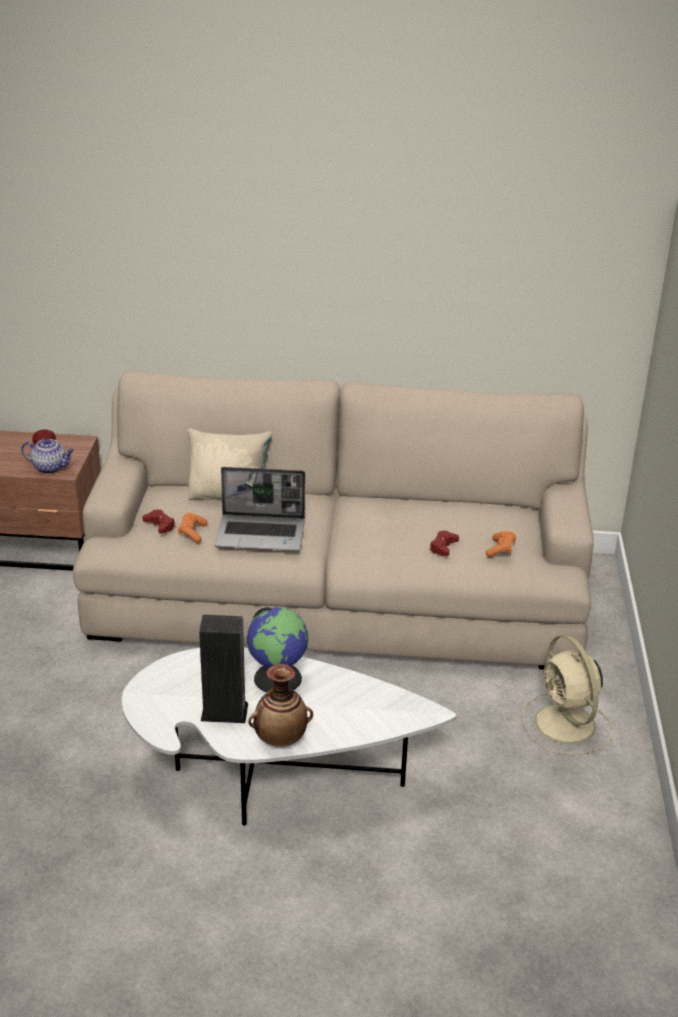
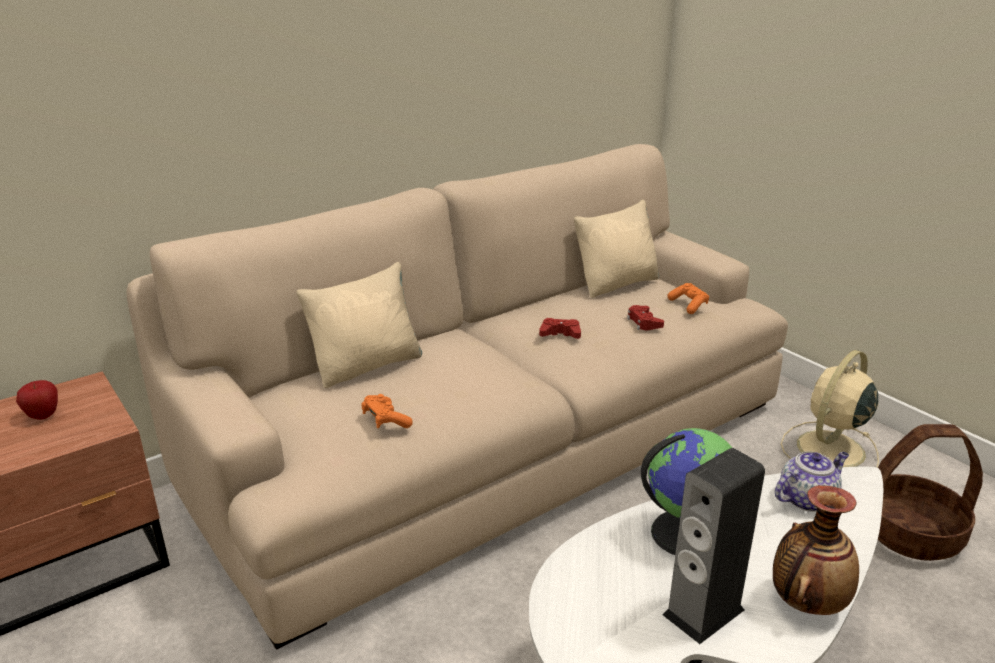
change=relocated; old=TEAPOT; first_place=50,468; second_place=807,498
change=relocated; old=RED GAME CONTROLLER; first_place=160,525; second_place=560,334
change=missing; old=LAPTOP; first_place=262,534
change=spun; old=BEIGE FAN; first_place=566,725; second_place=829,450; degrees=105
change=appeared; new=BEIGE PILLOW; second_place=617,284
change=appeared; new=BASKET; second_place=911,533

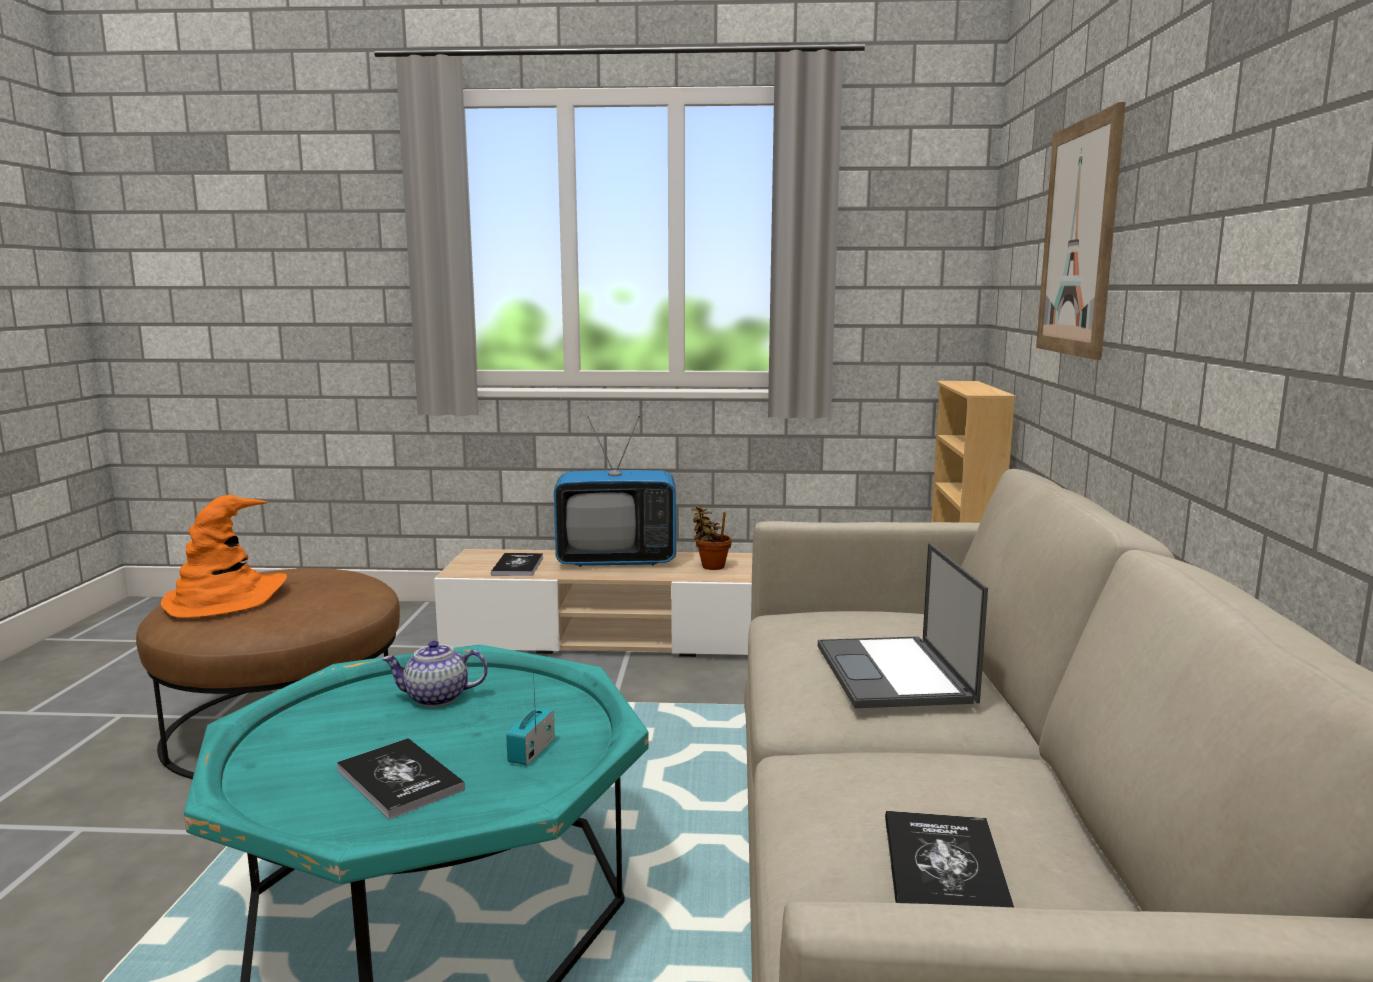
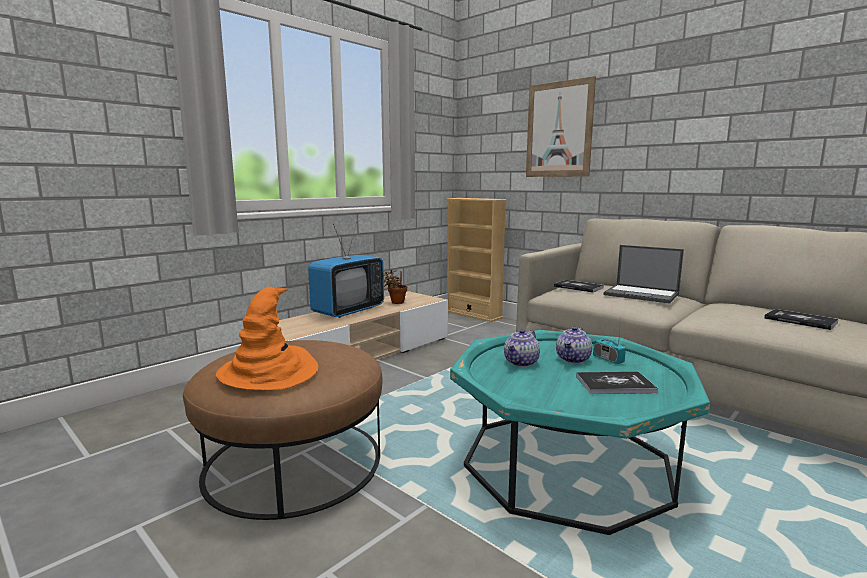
change=relocated; old=BOOK; first_place=517,566; second_place=578,287
change=appeared; new=TEAPOT; second_place=573,359

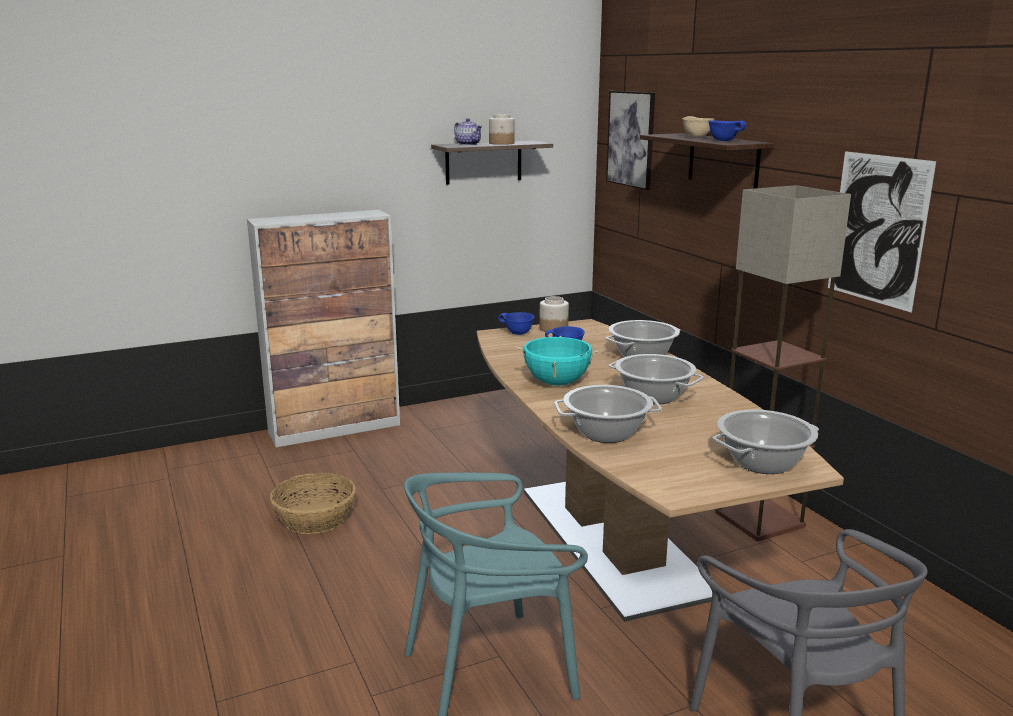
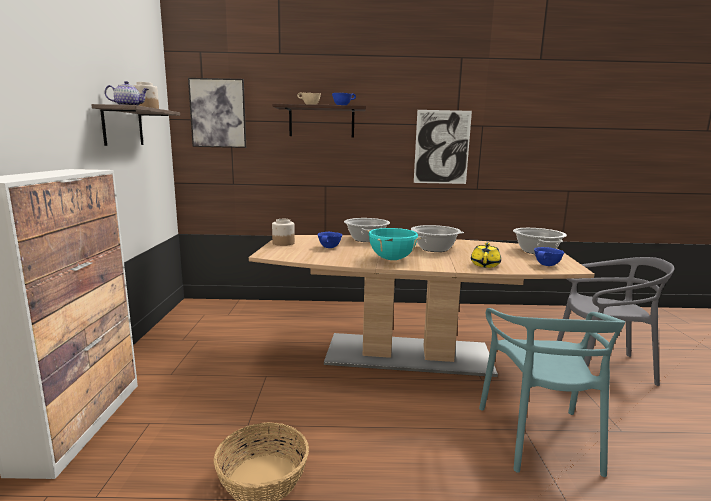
change=relocated; old=BLUE BOWL; first_place=517,333; second_place=547,265
change=exchanged; old=COOKING POT; new=YELLOW TEAPOT; first_place=606,433; second_place=485,265
change=missing; old=FLOOR LAMP; first_place=761,519

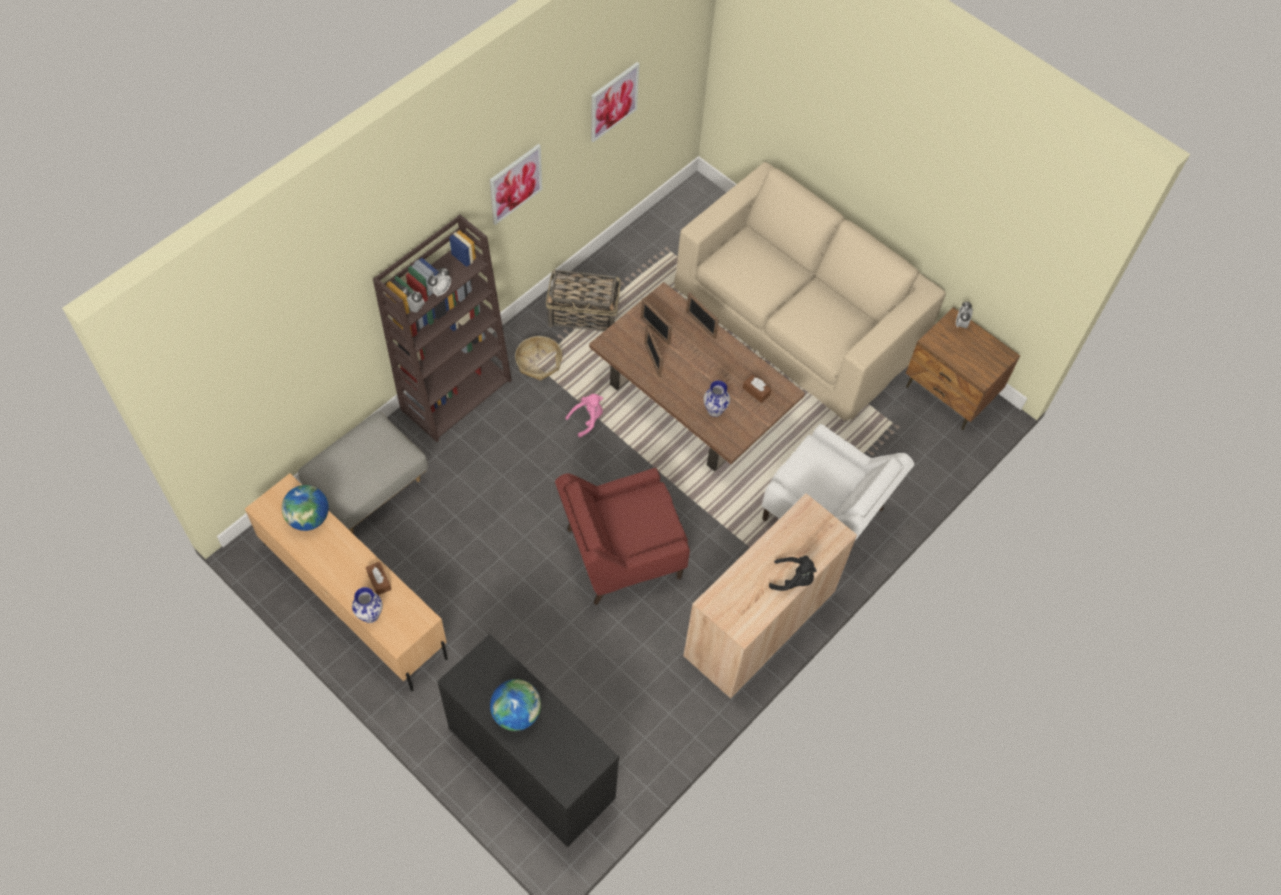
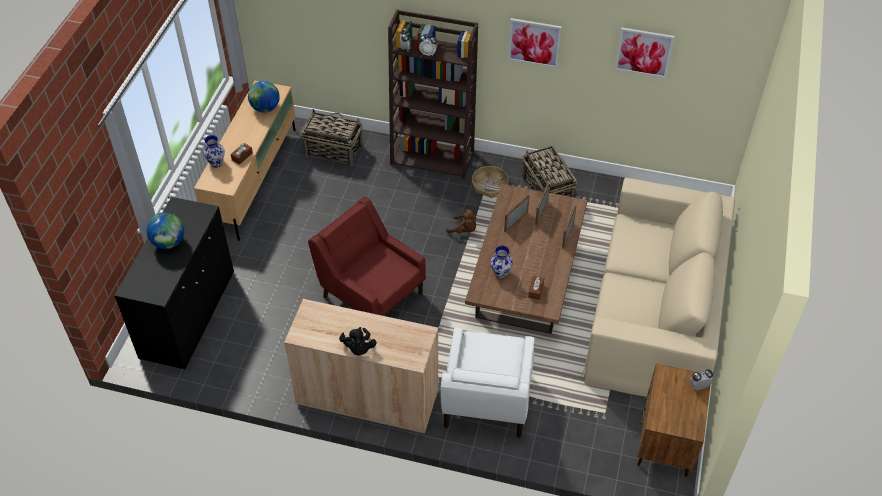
change=exchanged; old=GREY OTTOMAN; new=BASKET; first_place=368,490; second_place=333,150
change=colour; old=PINK PLUSH TOY; new=BROWN PLUSH TOY; first_place=587,419; second_place=464,230

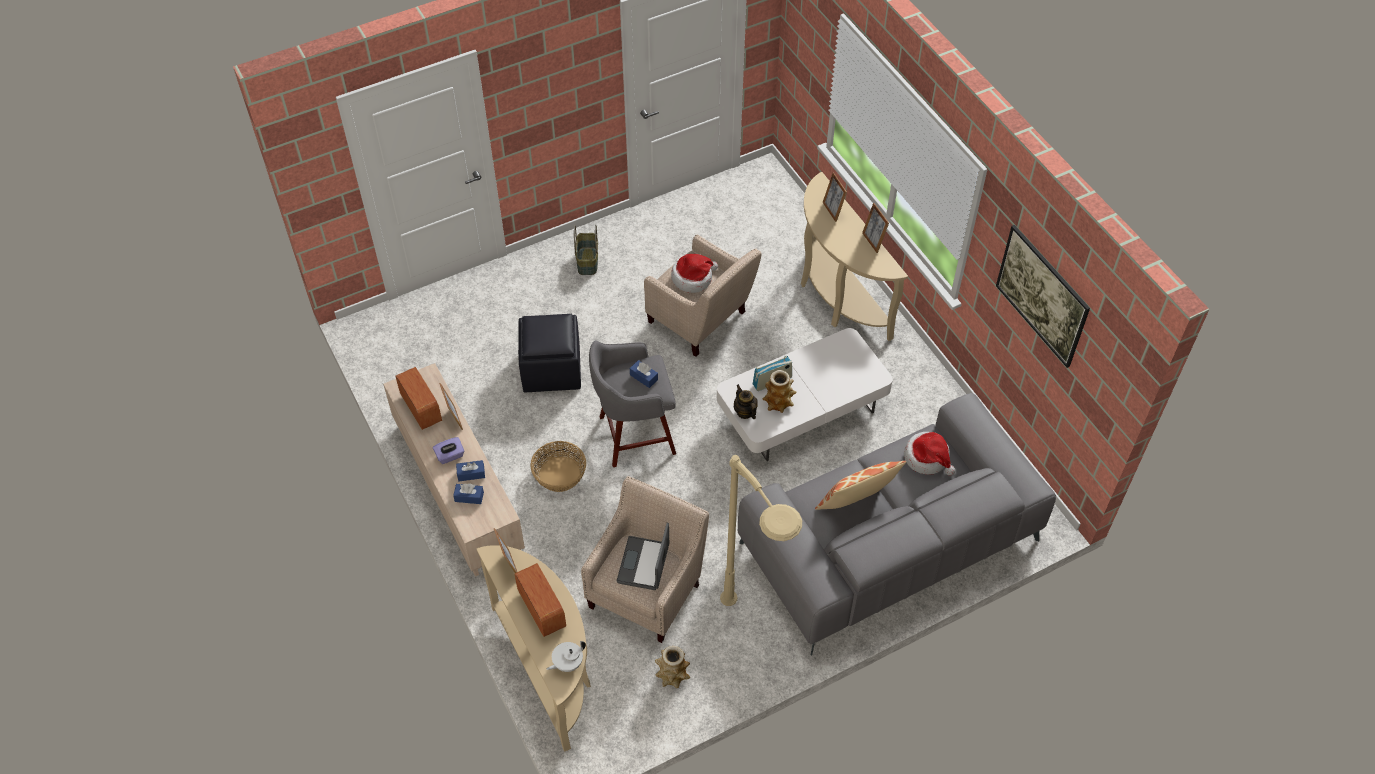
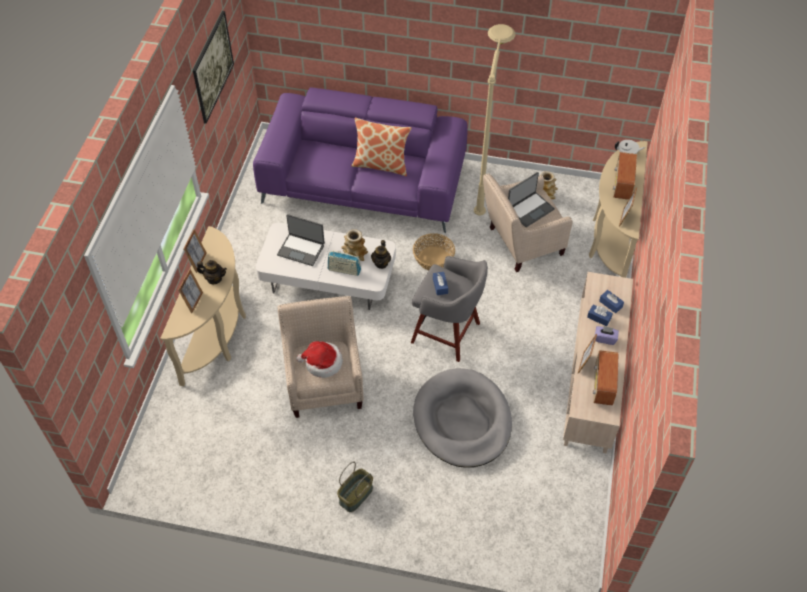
change=exchanged; old=BLACK OTTOMAN; new=GREY DOG BED; first_place=551,369; second_place=462,420
change=relocated; old=BASKET; first_place=560,475; second_place=433,258
change=colour; old=GREY SOFA; new=PURPLE SOFA; first_place=888,542; second_place=364,182
change=missing; old=HAT; first_place=927,458
change=appeared; new=TEAPOT; second_place=214,278
change=appeared; new=LAPTOP; second_place=301,249

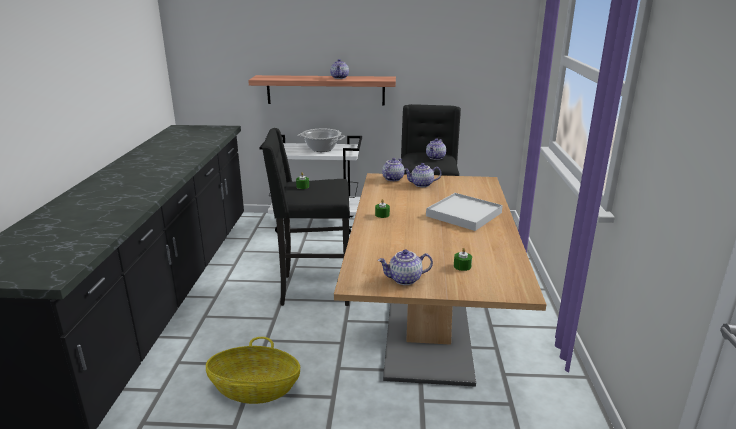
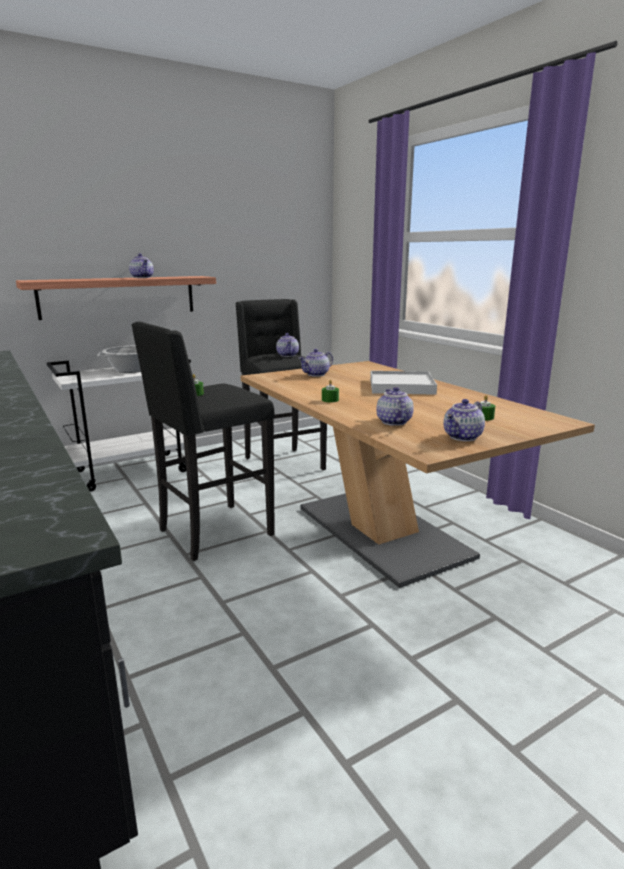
change=missing; old=BASKET; first_place=255,389
change=relocated; old=TEAPOT; first_place=392,178; second_place=393,422

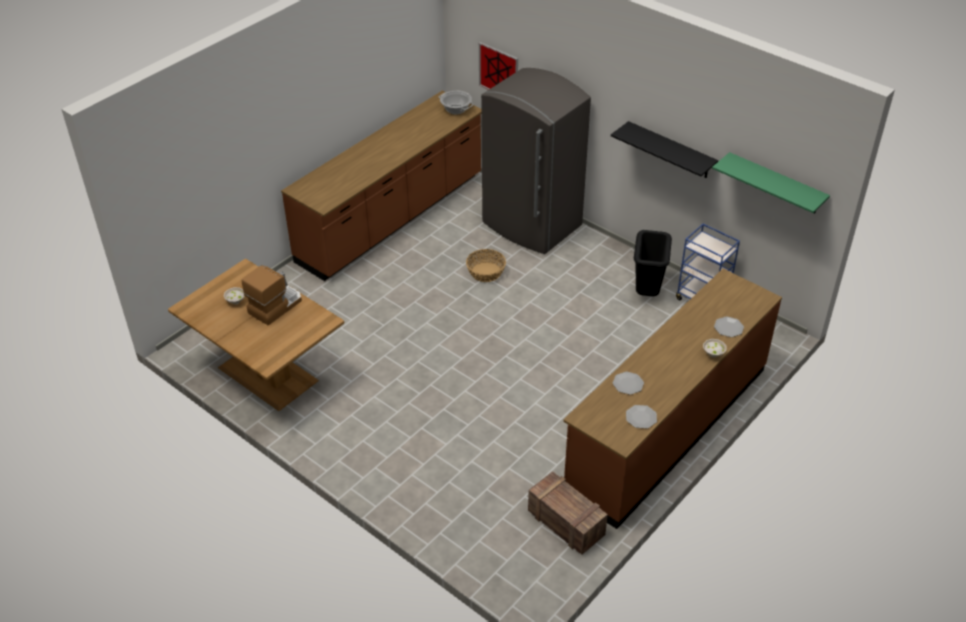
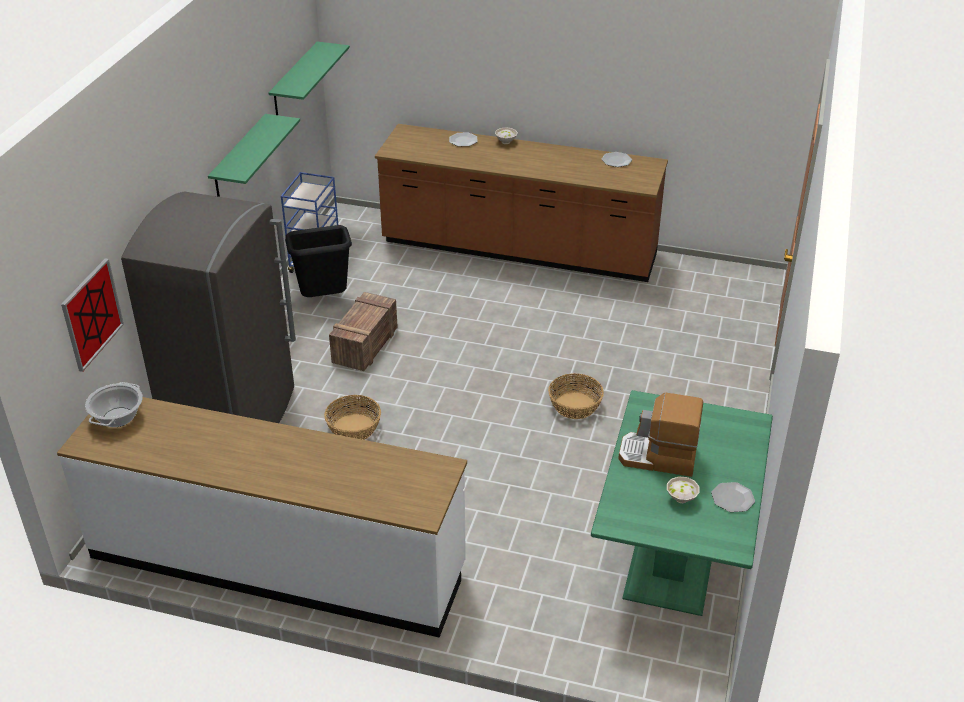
change=colour; old=BROWN DINING TABLE; new=GREEN DINING TABLE; first_place=267,375; second_place=674,558
change=colour; old=BROWN COUNTER; new=WHITE COUNTER; first_place=392,219; second_place=277,562
change=relocated; old=CRATE; first_place=567,523; second_place=365,344
change=colour; old=BLACK SHELF; new=GREEN SHELF; first_place=671,150; second_place=239,157
change=relocated; old=PLATE; first_place=628,384; second_place=732,498
change=appeared; new=BASKET; second_place=574,405

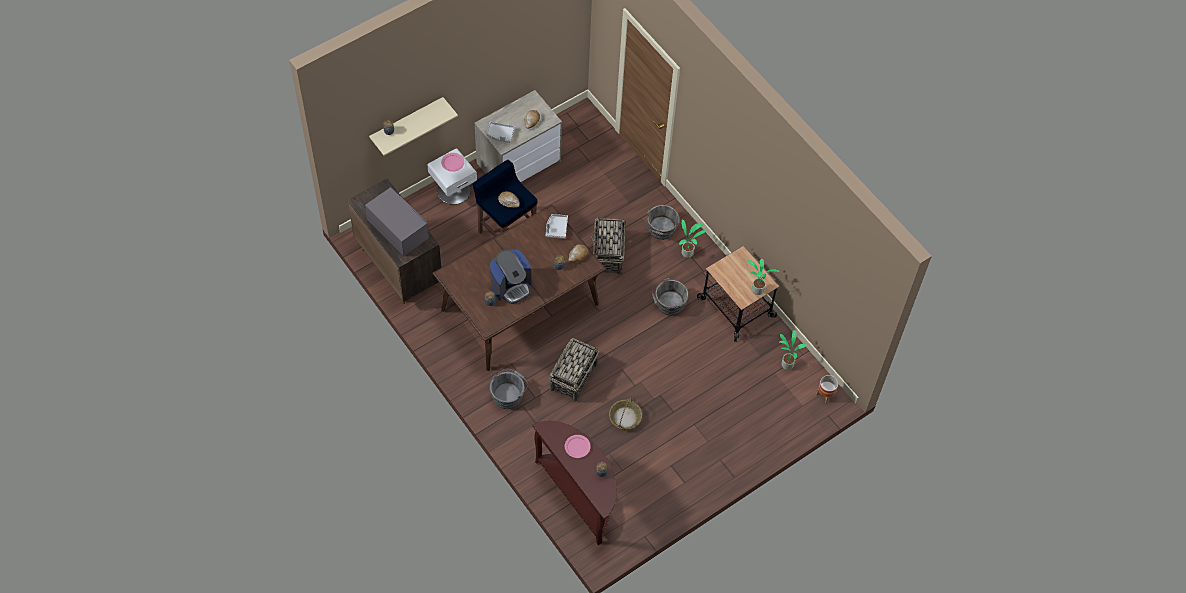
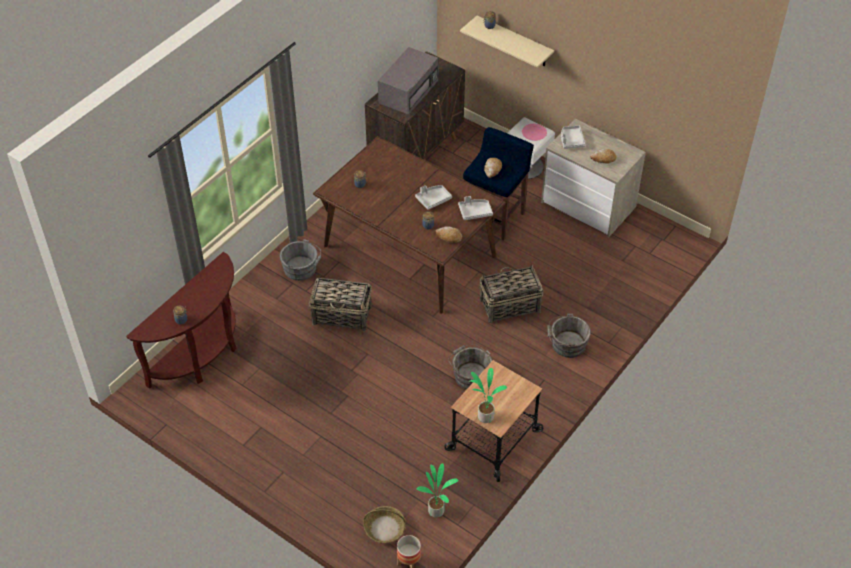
change=missing; old=COFFEE MACHINE; first_place=511,286
change=missing; old=PINK PLATE; first_place=577,446
change=relocated; old=BASKET; first_place=625,417; second_place=384,528
change=missing; old=POTTED PLANT; first_place=688,253
change=appeared; new=GREY TRAY; second_place=433,199

